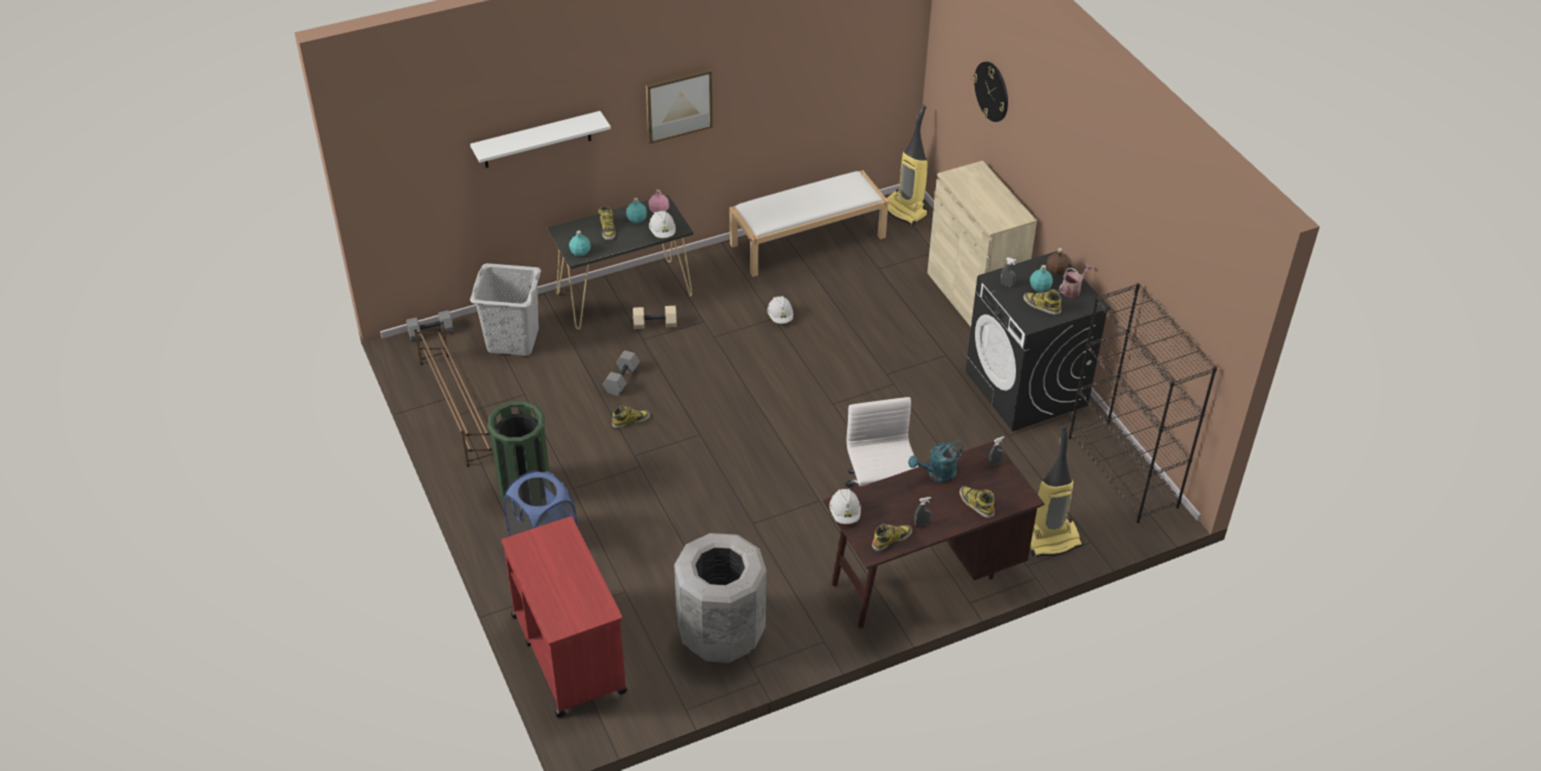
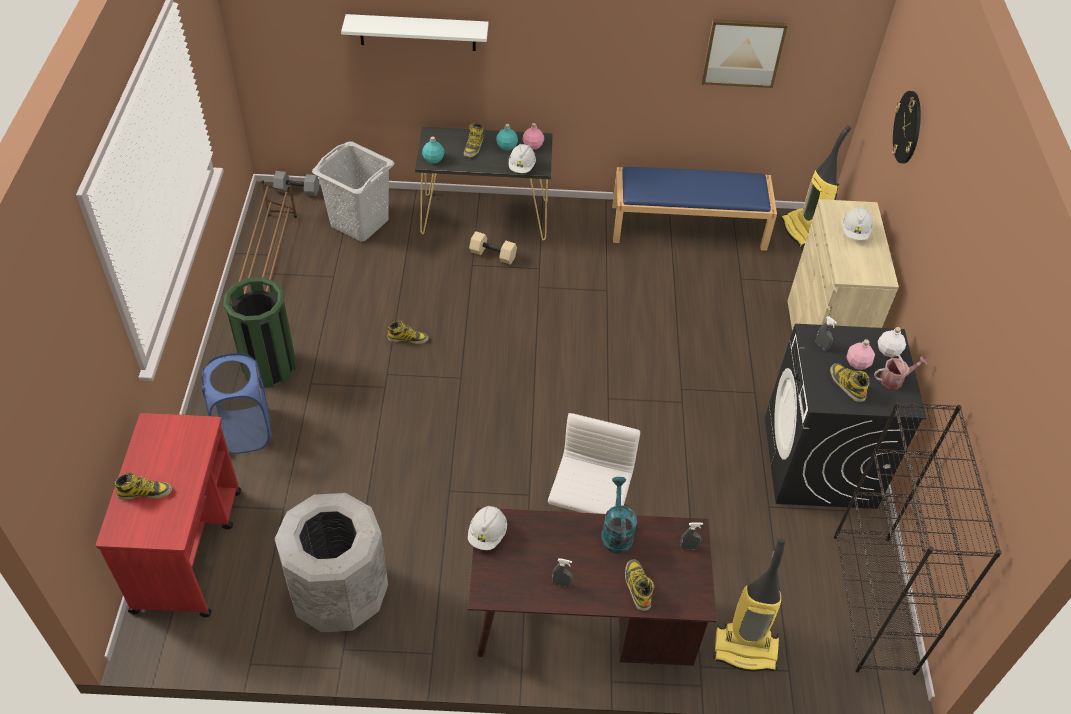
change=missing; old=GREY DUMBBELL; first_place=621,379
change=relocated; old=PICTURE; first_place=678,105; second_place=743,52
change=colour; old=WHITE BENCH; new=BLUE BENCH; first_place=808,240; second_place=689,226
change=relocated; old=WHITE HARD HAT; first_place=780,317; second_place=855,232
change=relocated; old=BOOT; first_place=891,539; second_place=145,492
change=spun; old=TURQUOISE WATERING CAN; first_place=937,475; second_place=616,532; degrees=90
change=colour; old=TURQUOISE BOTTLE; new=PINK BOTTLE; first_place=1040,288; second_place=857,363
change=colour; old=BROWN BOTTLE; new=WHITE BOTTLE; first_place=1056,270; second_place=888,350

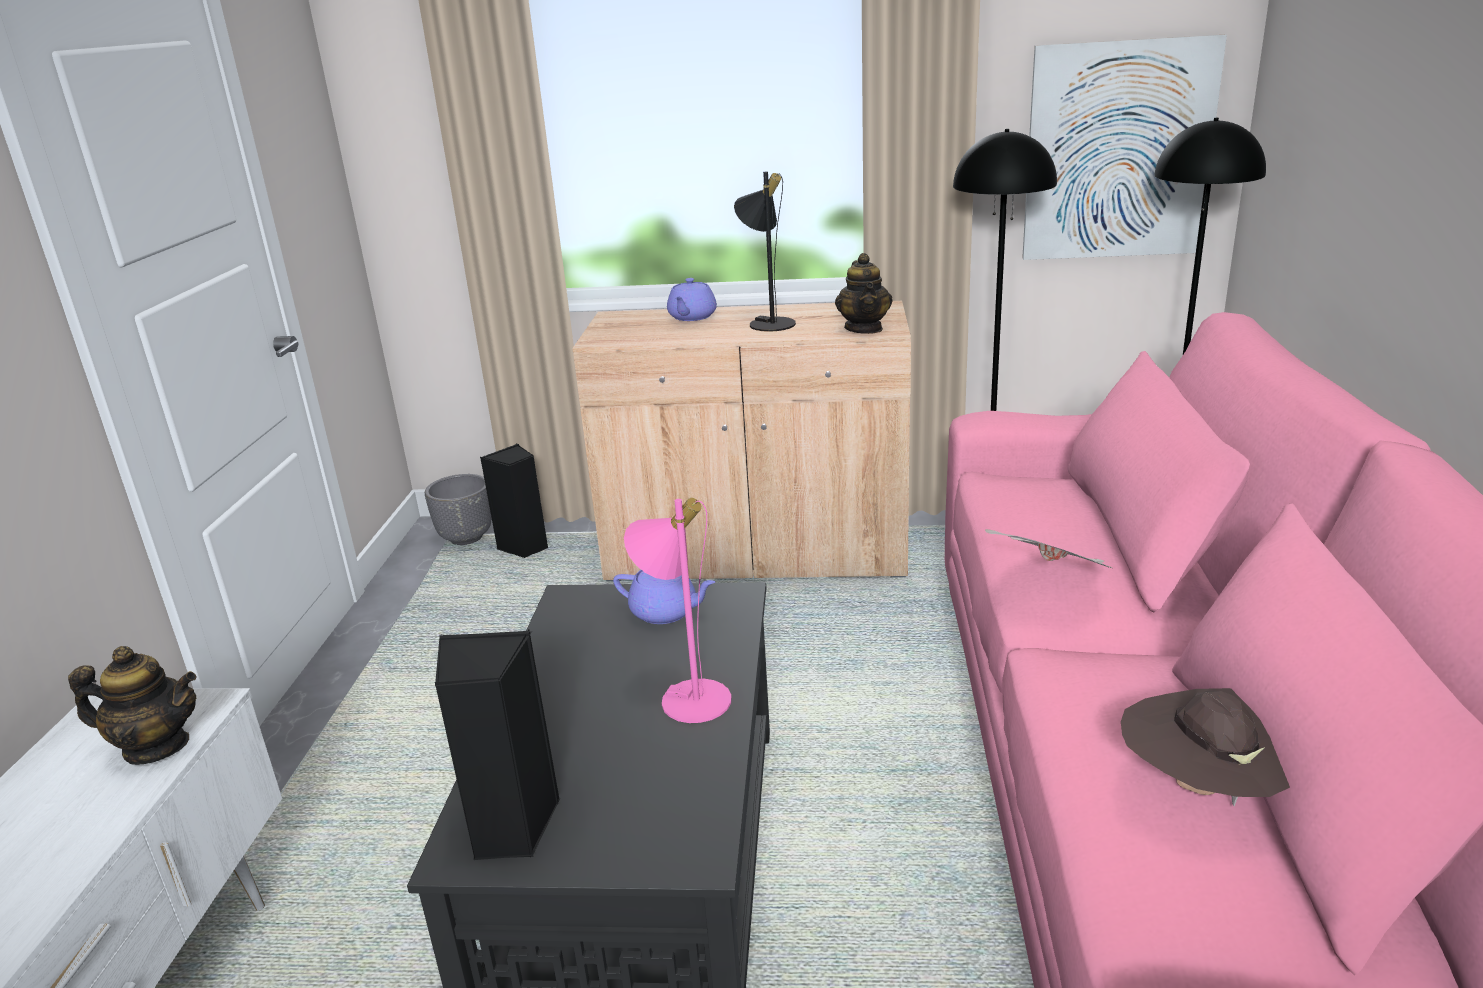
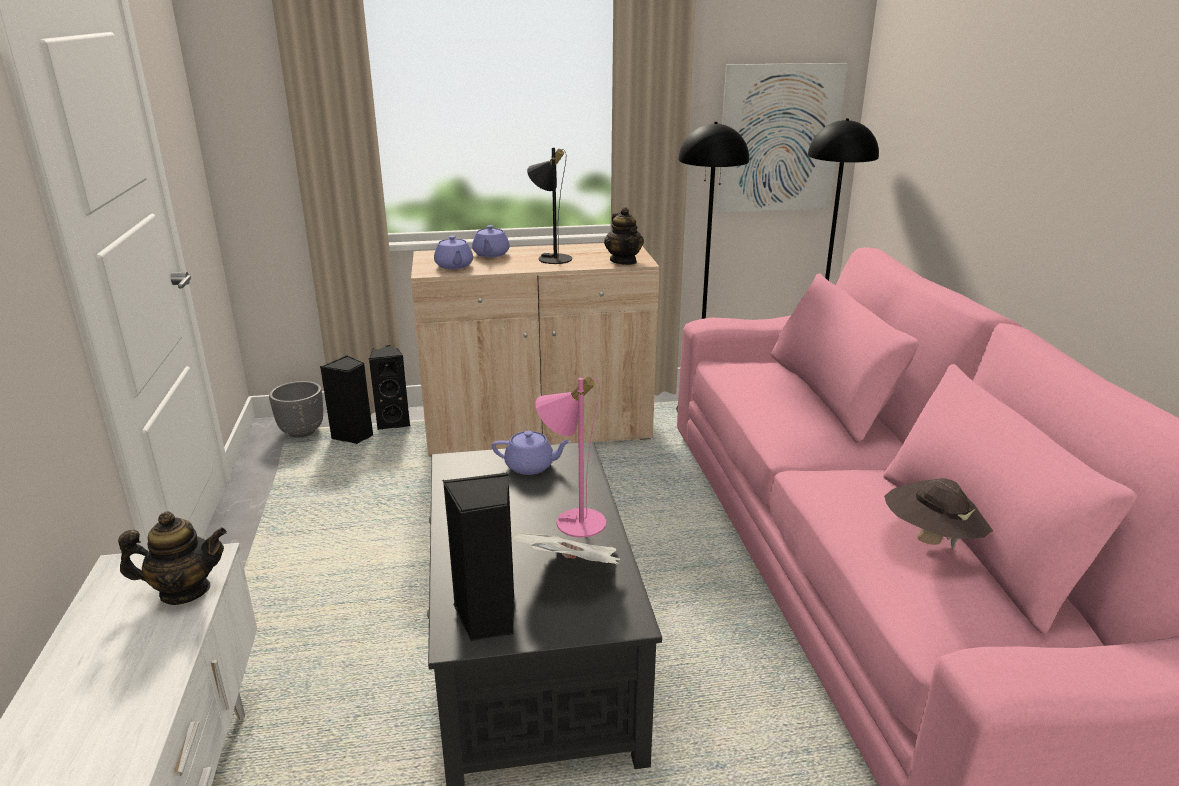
change=relocated; old=NEWSPAPER; first_place=1051,579; second_place=572,571
change=appeared; new=BLACK SPEAKER; second_place=393,422
change=appeared; new=PURPLE TEAPOT; second_place=454,266

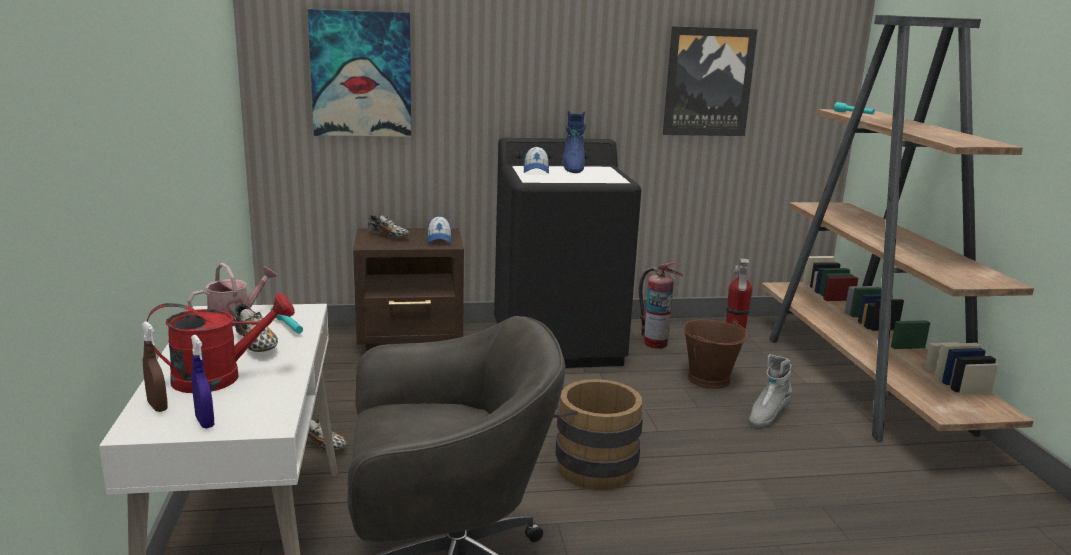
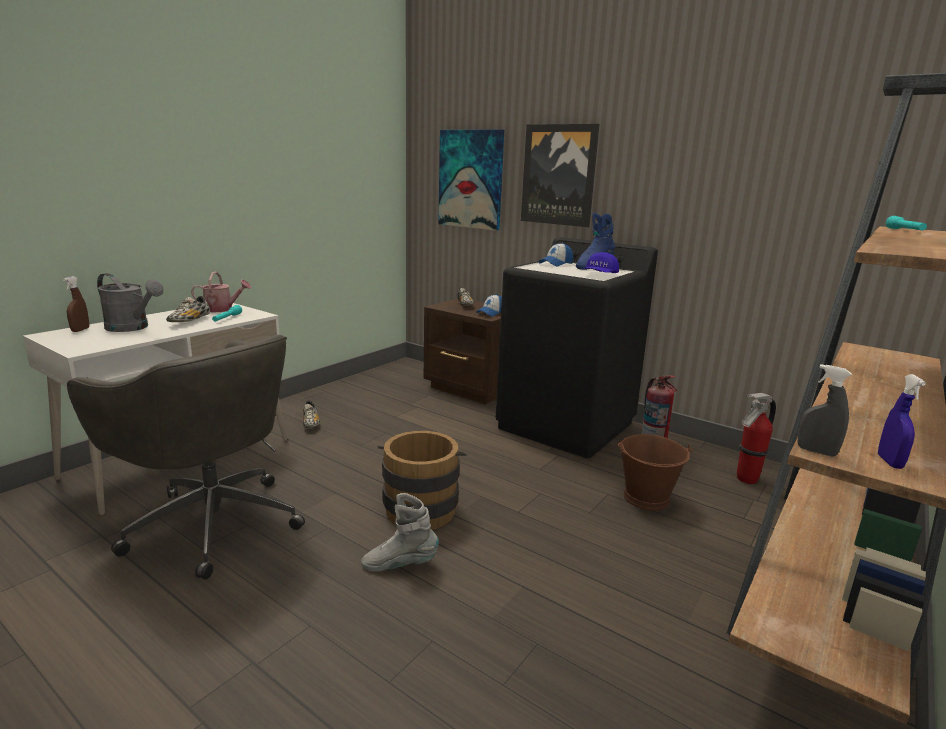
change=colour; old=RED WATERING CAN; new=GREY WATERING CAN; first_place=219,377; second_place=132,328
change=relocated; old=BLUE SPRAY BOTTLE; first_place=205,422; second_place=889,462
change=relocated; old=PICTURE; first_place=708,82; second_place=559,175
change=relocated; old=GREY BOOT; first_place=767,416; second_place=400,565
change=appeared; new=BLUE CAP; second_place=599,275
change=appeared; new=GREY SPRAY BOTTLE; second_place=816,451

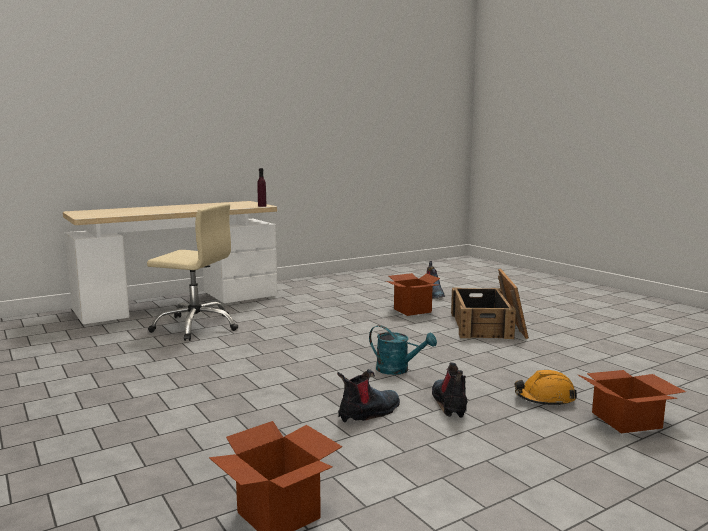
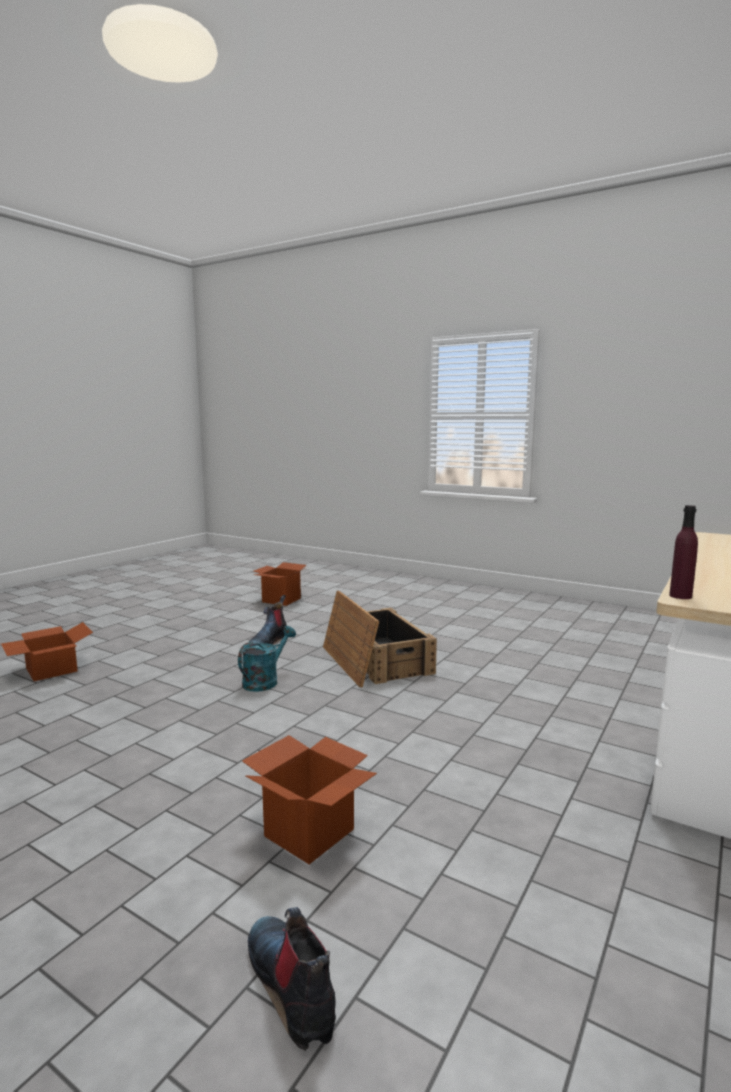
change=missing; old=BEIGE OFFICE CHAIR; first_place=196,326
change=spun; old=TURQUOISE WATERING CAN; first_place=398,370; second_place=265,681; degrees=120
change=missing; old=BOOT; first_place=450,404
change=relocated; old=CRATE; first_place=488,325; second_place=374,660
change=missing; old=ORANGE HARD HAT; first_place=545,399

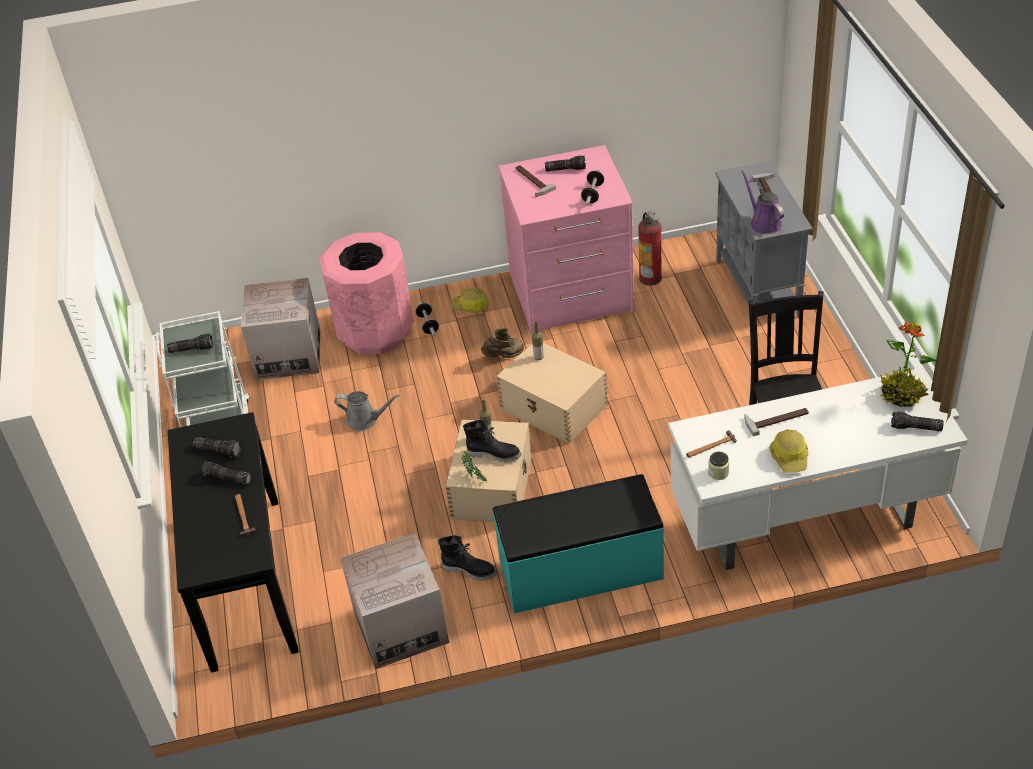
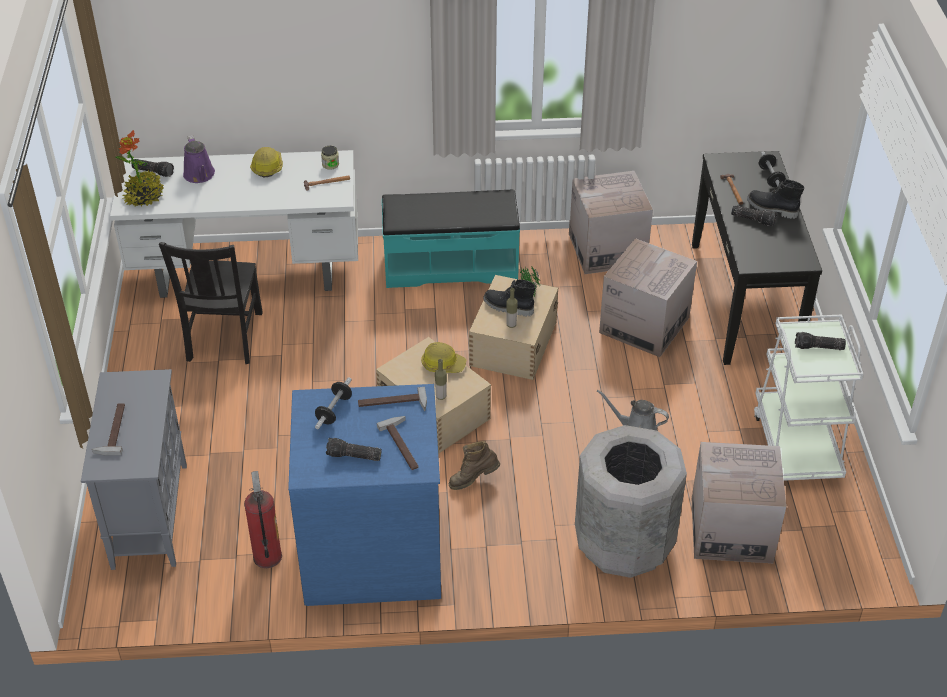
change=missing; old=FLASHLIGHT; first_place=219,450
change=colour; old=PINK TRASH CAN; new=GREY TRASH CAN; first_place=375,331; second_place=624,543
change=relocated; old=DUMBBELL; first_place=428,324; second_place=770,177
change=relocated; old=BLACK BOOT; first_place=470,569; second_place=771,209
change=relocated; old=HARD HAT; first_place=471,306; second_place=443,364
change=colour; old=PINK DRESSER; new=BLUE DRESSER; first_place=571,294; second_place=372,551
change=relocated; old=PURPLE WATERING CAN; first_place=764,222; second_place=200,175
change=relocated; old=HAMMER; first_place=776,418; second_place=392,404
change=appeared; new=CARDBOARD BOX; second_place=644,325

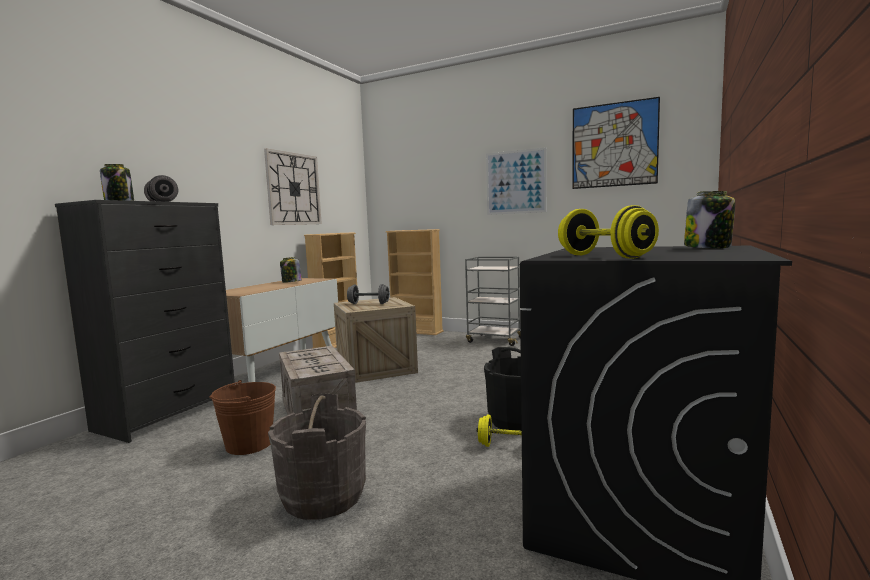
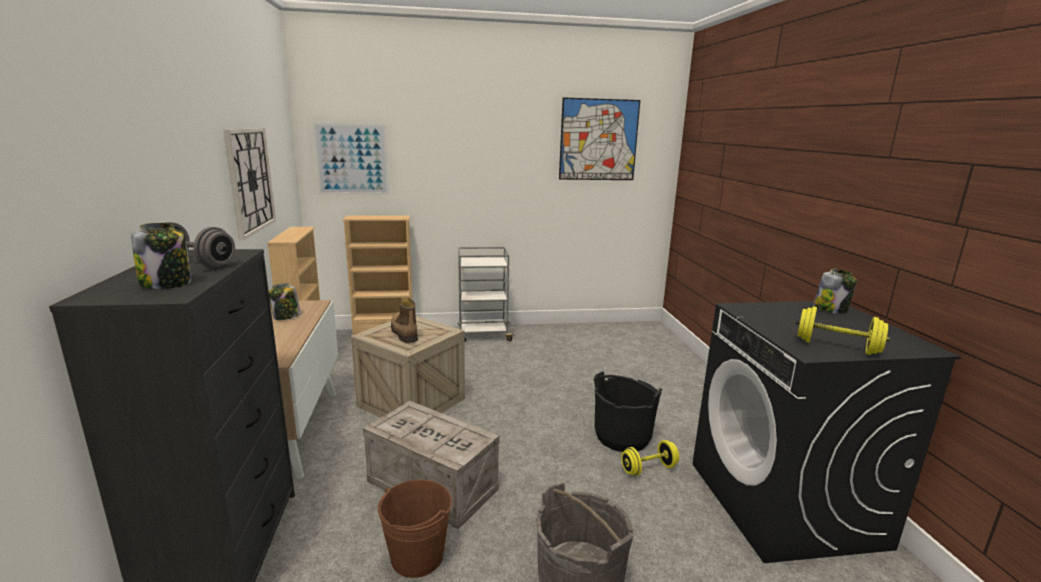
change=exchanged; old=GREY DUMBBELL; new=BOOT; first_place=368,304; second_place=403,333
change=relocated; old=PICTURE; first_place=516,182; second_place=352,159

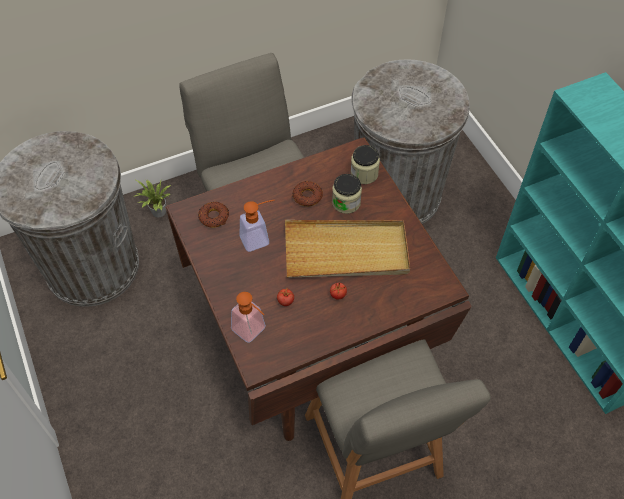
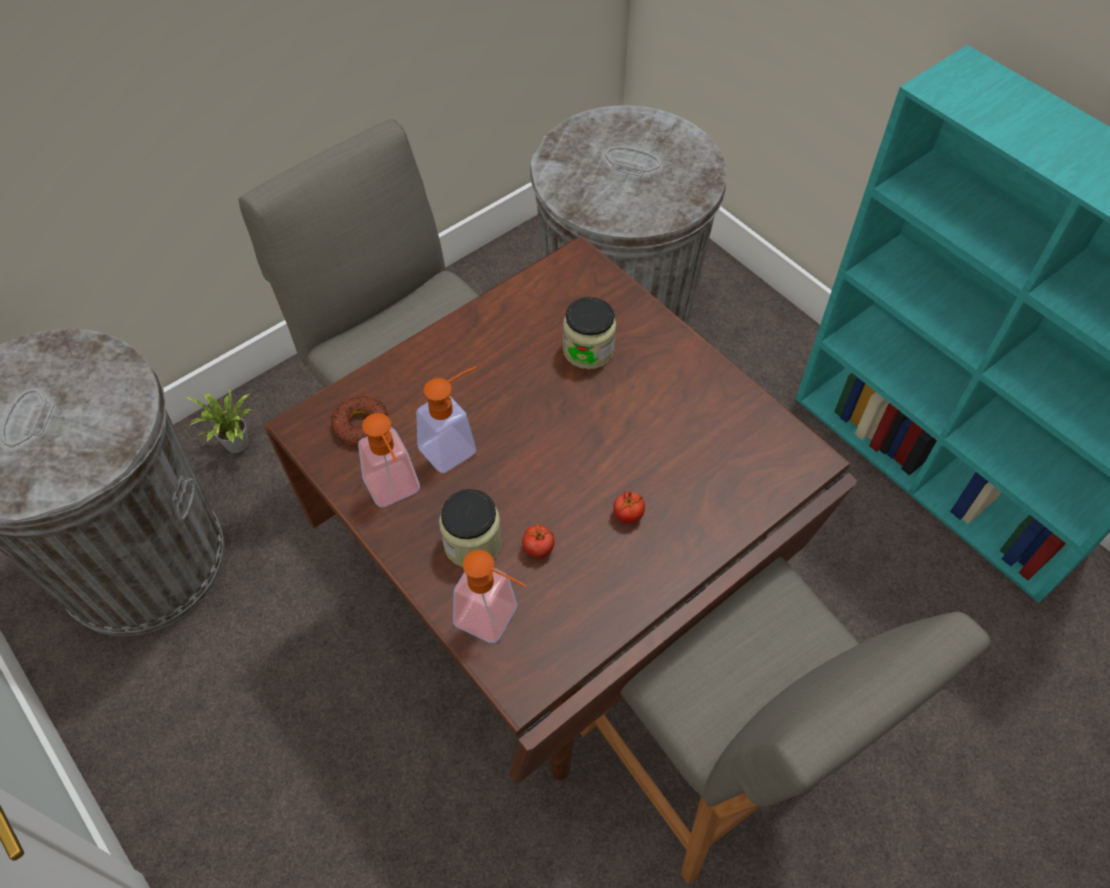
change=missing; old=BEIGE TRAY; first_place=346,252
change=missing; old=DONUT; first_place=307,196
change=relocated; old=JAR; first_place=364,174; second_place=472,543
change=appeared; new=SOAP DISPENSER; second_place=396,492

